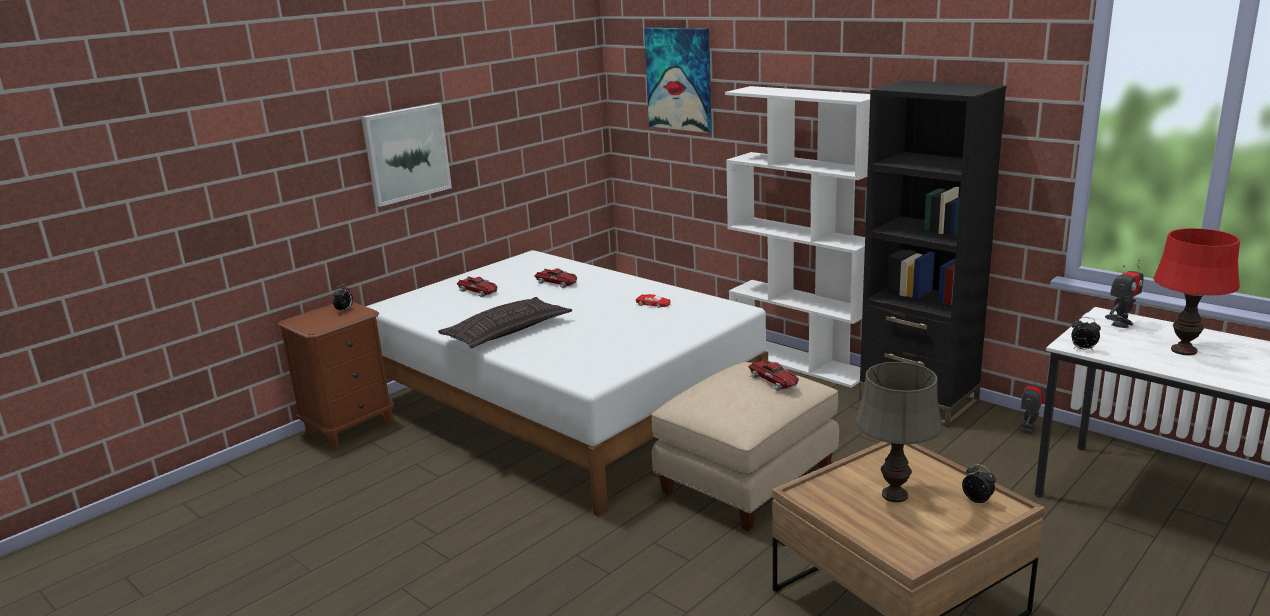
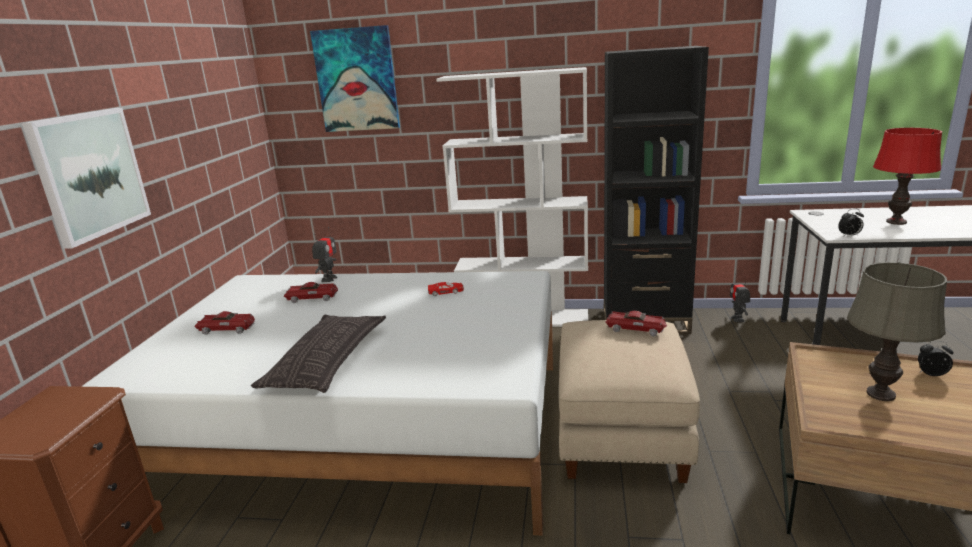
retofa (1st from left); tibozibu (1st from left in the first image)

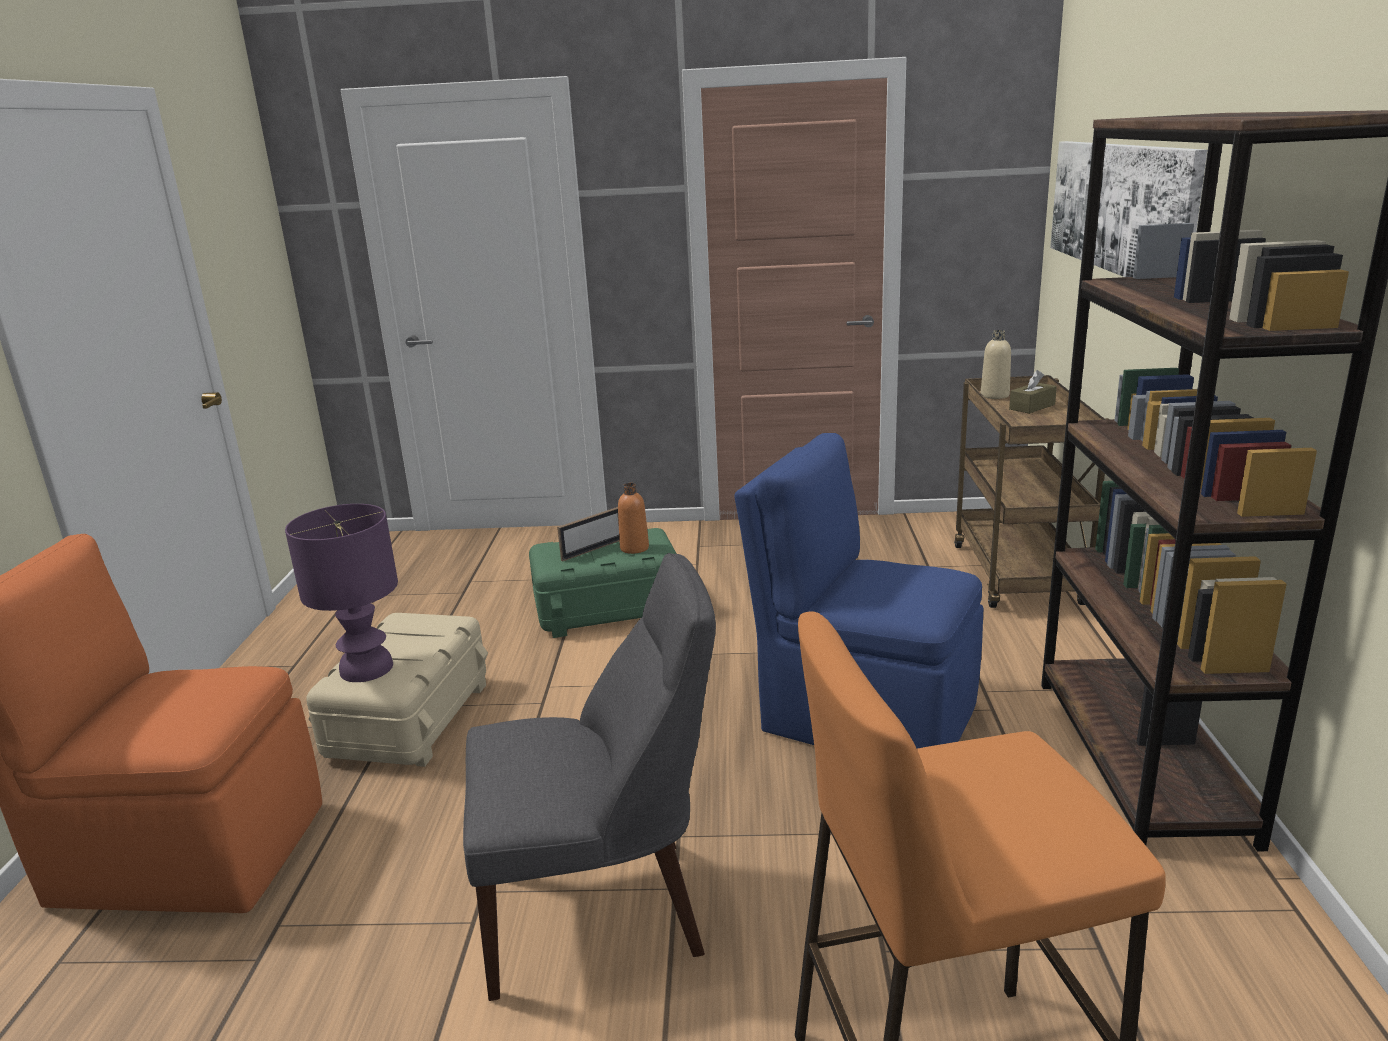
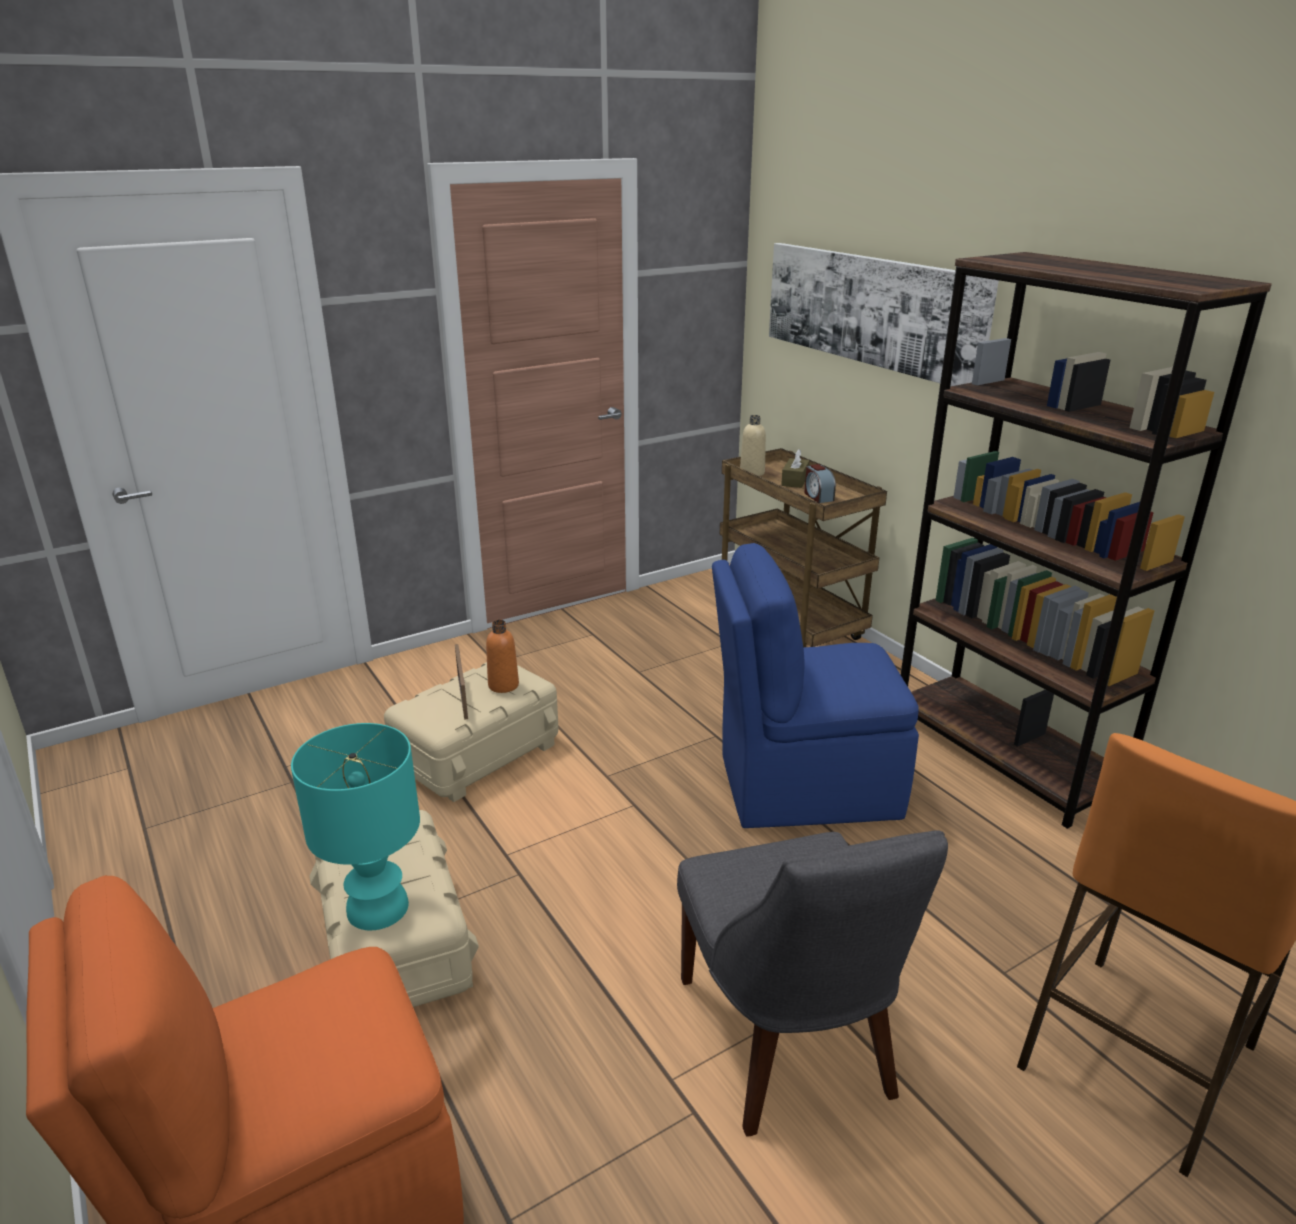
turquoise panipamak; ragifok; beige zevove (2nd from left); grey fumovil; tibozibu

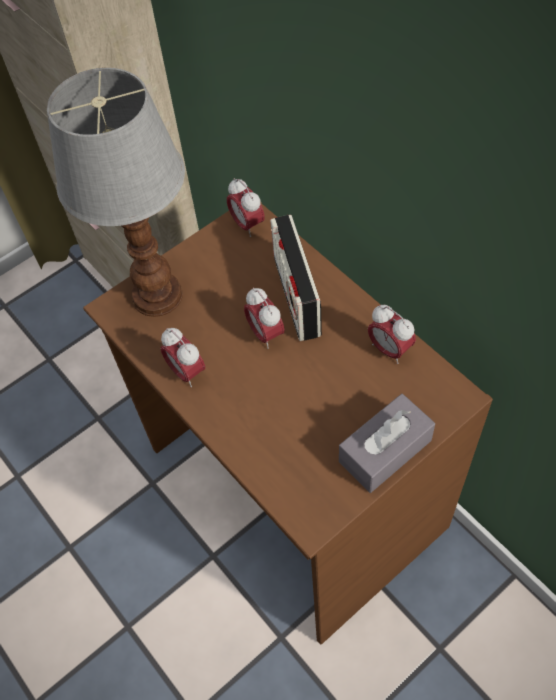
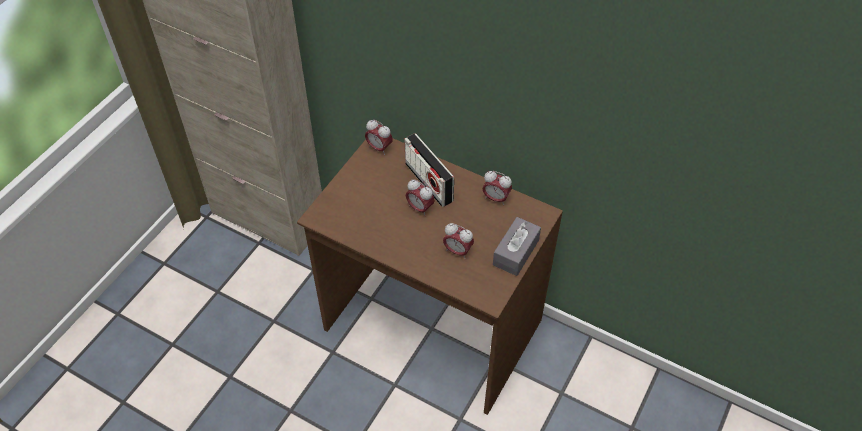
panipamak; tibozibu (3rd from left)

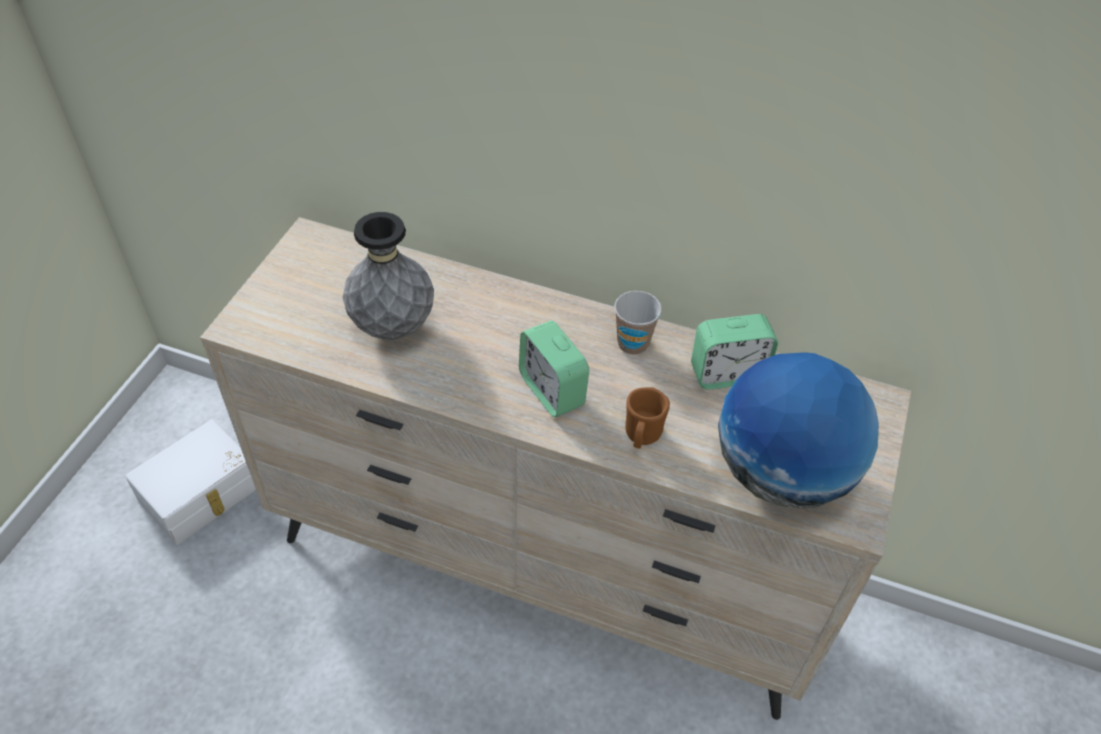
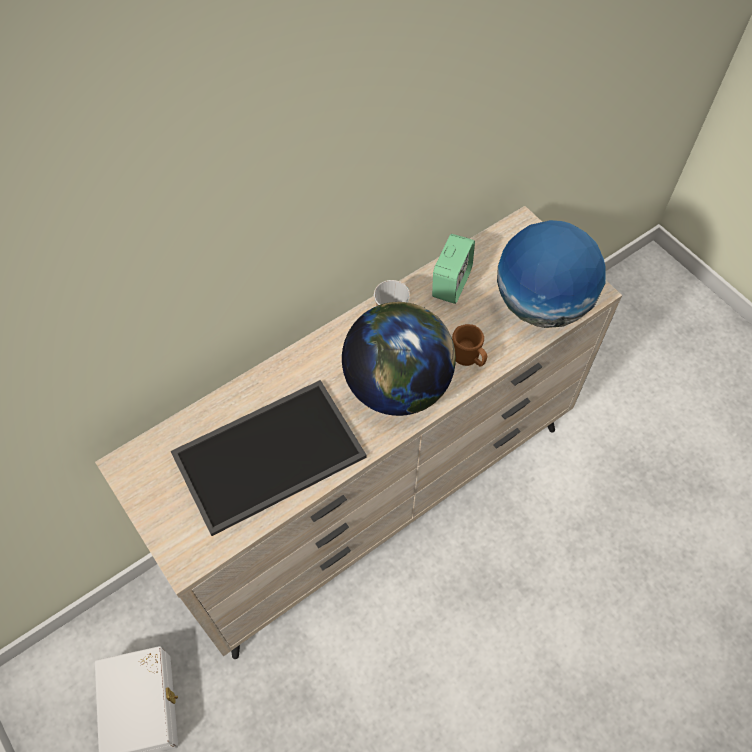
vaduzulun; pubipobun (1st from left)

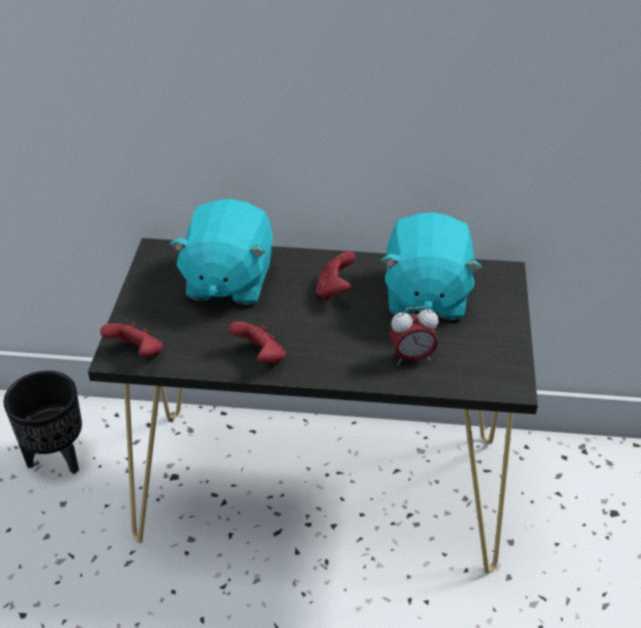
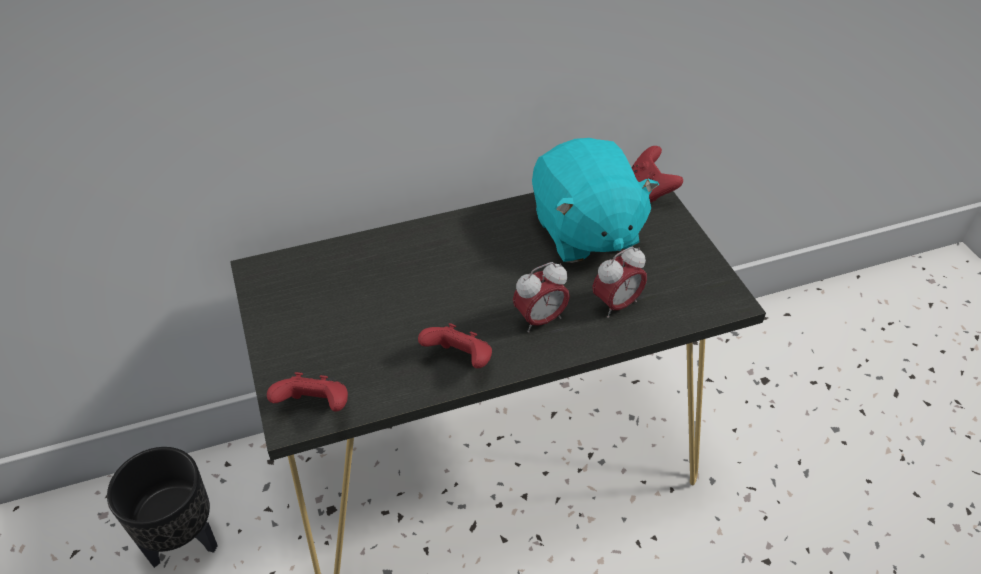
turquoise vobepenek (1st from left in the first image); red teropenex (3rd from left); tibozibu (1st from left)

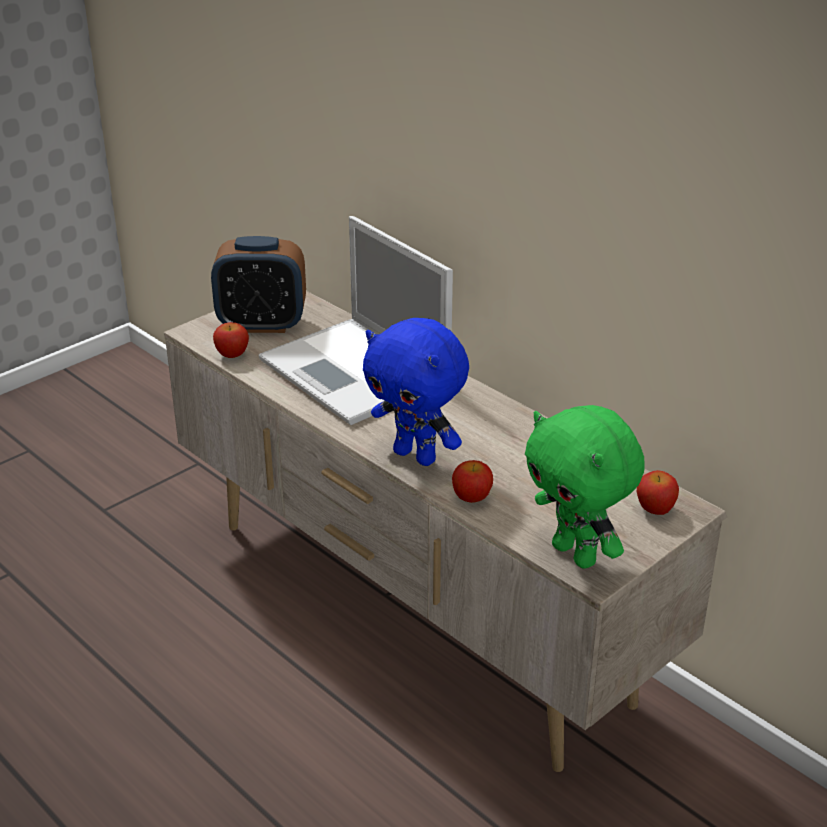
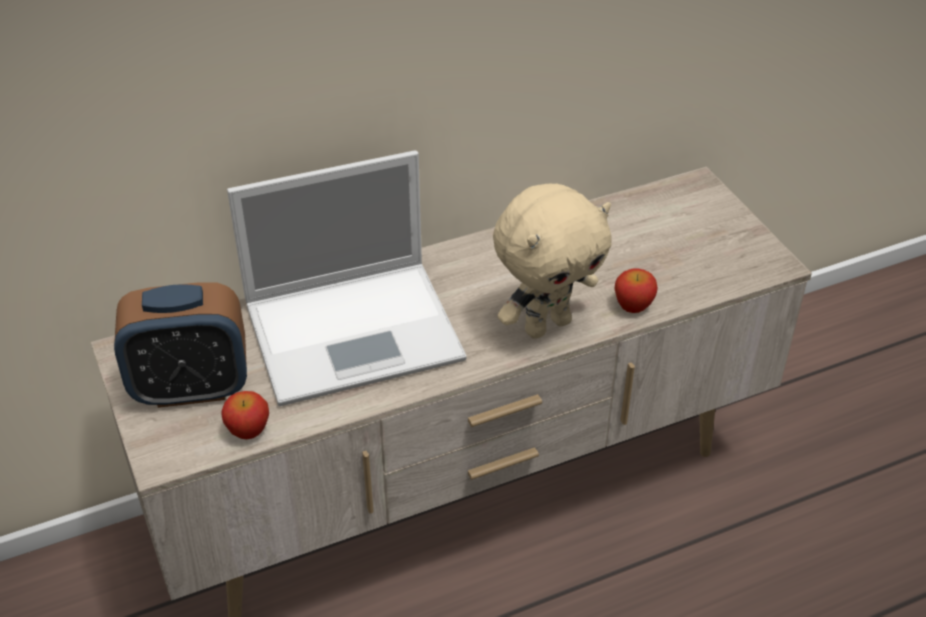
tibozibu; beige vobepenek; green vobepenek; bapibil (3rd from left in the first image)

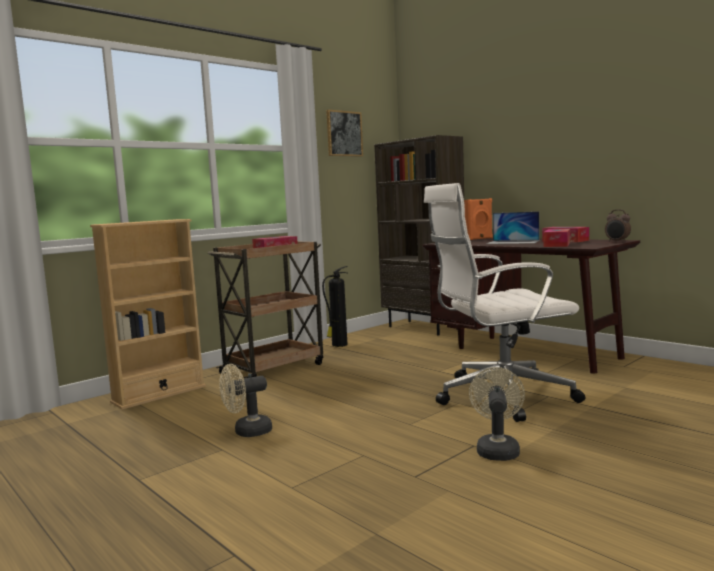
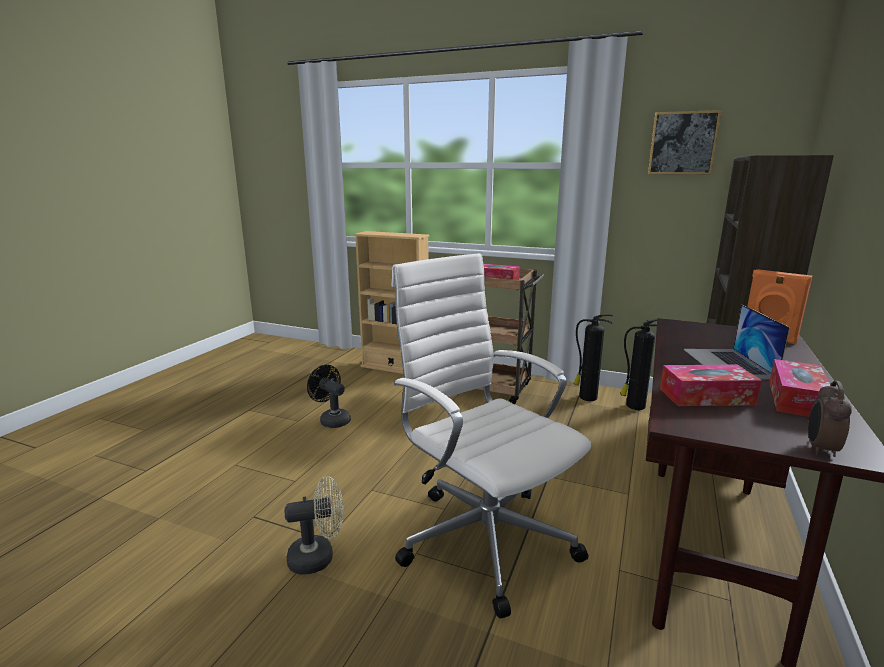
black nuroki; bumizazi (2nd from left)

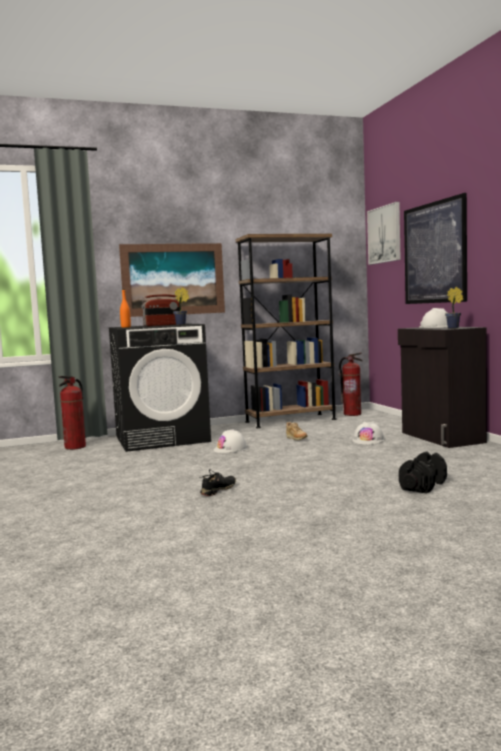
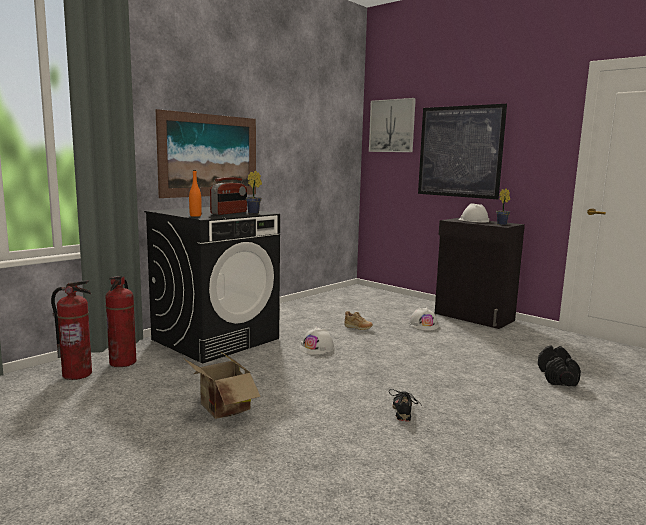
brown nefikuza; bumizazi (1st from left); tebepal

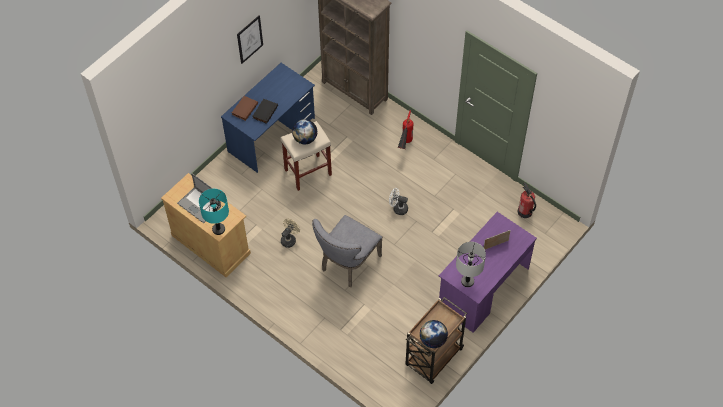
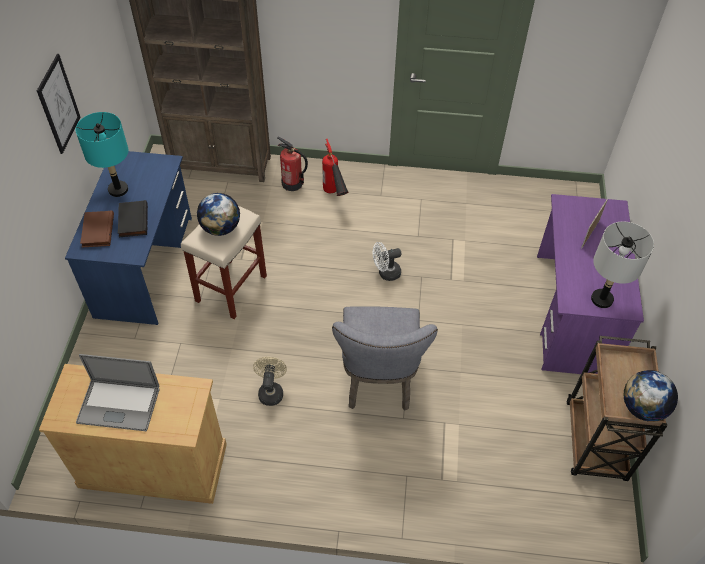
bumizazi (1st from left); turquoise panipamak

